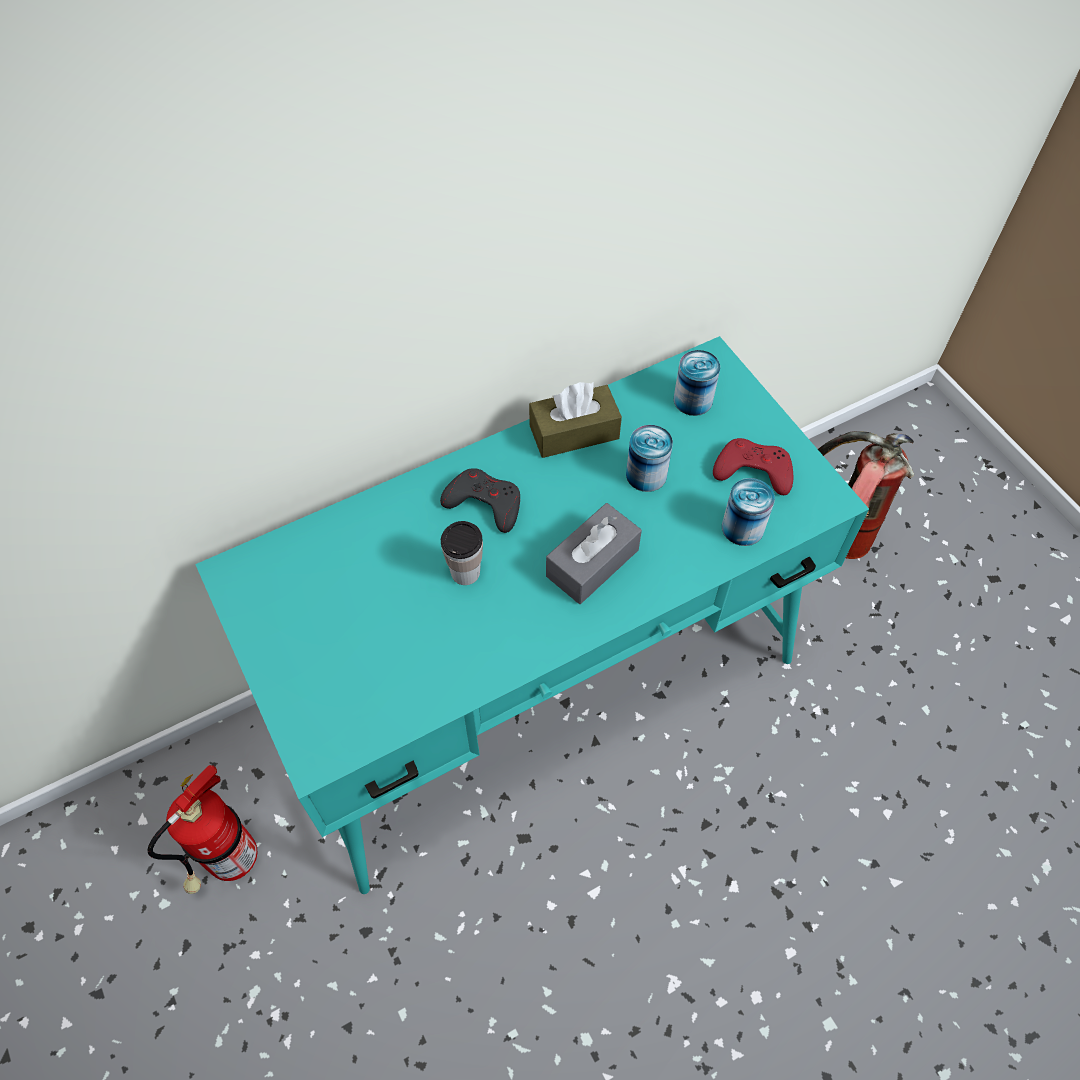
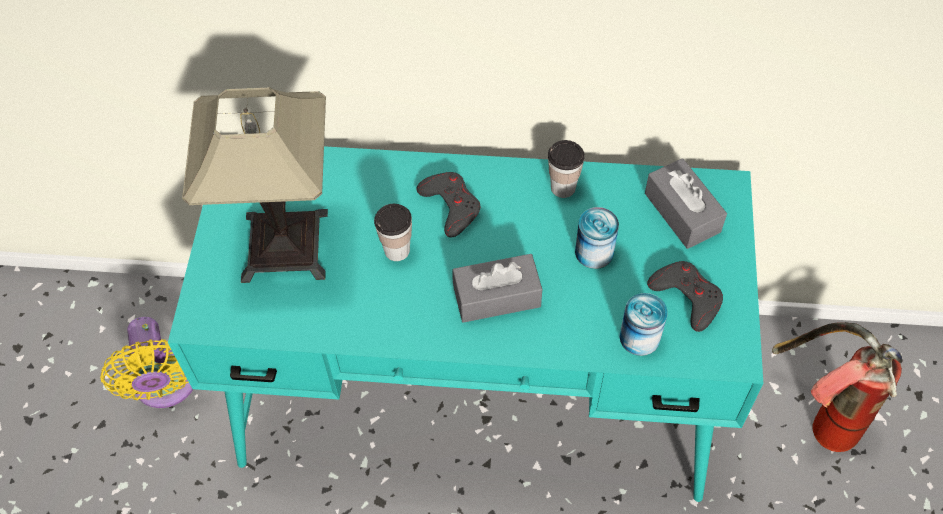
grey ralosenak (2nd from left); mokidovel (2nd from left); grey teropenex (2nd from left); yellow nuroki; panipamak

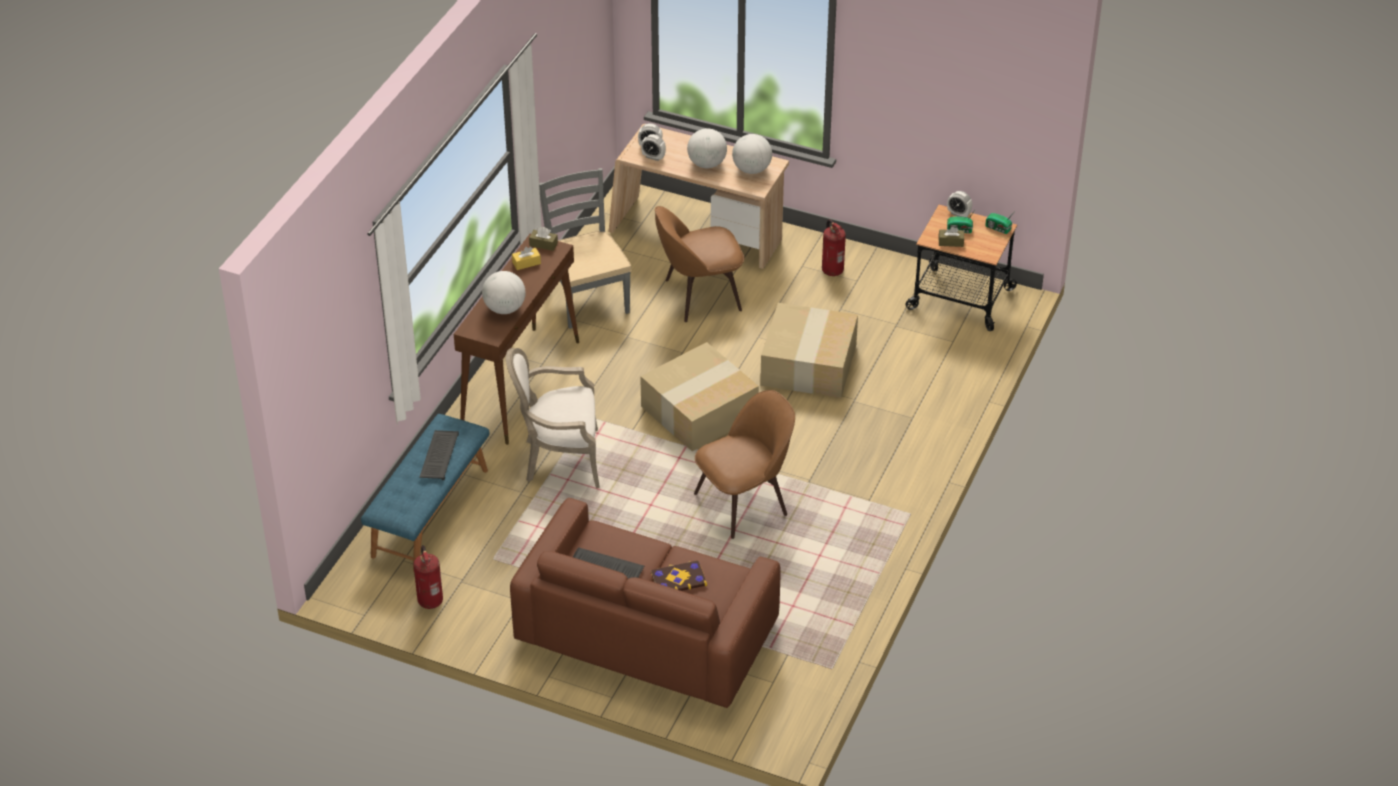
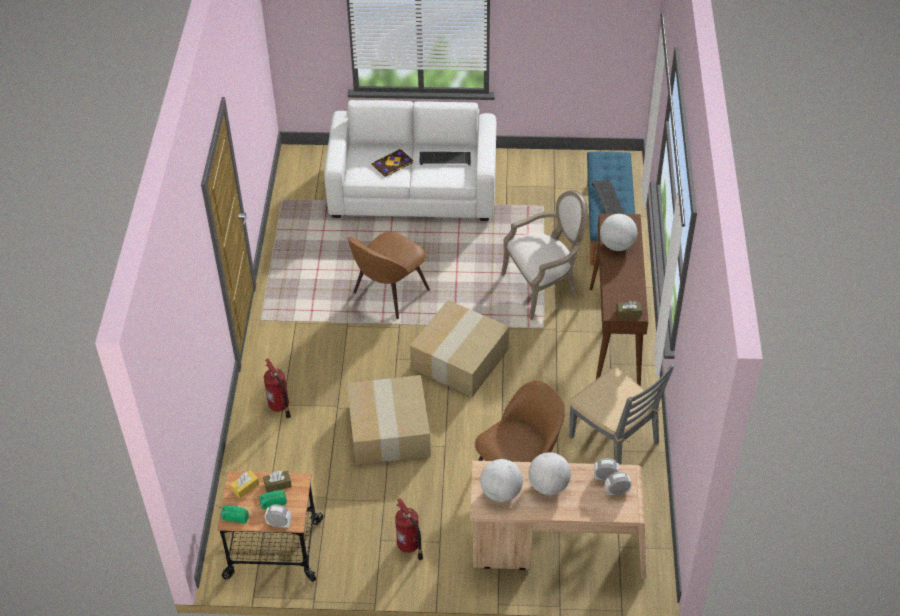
yellow ralosenak; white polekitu; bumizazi (1st from left)

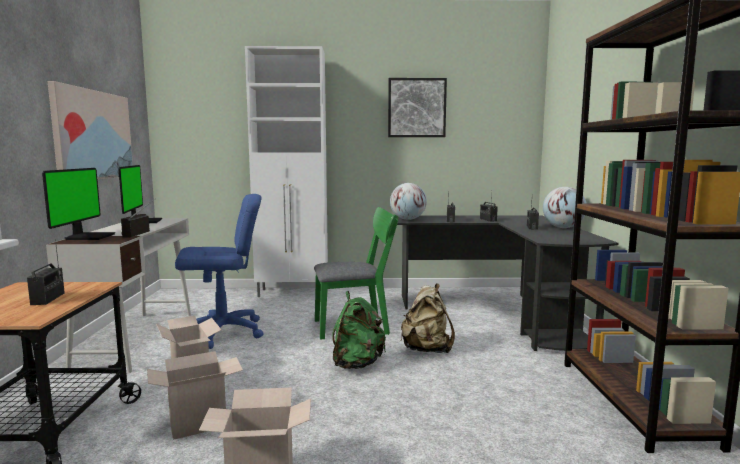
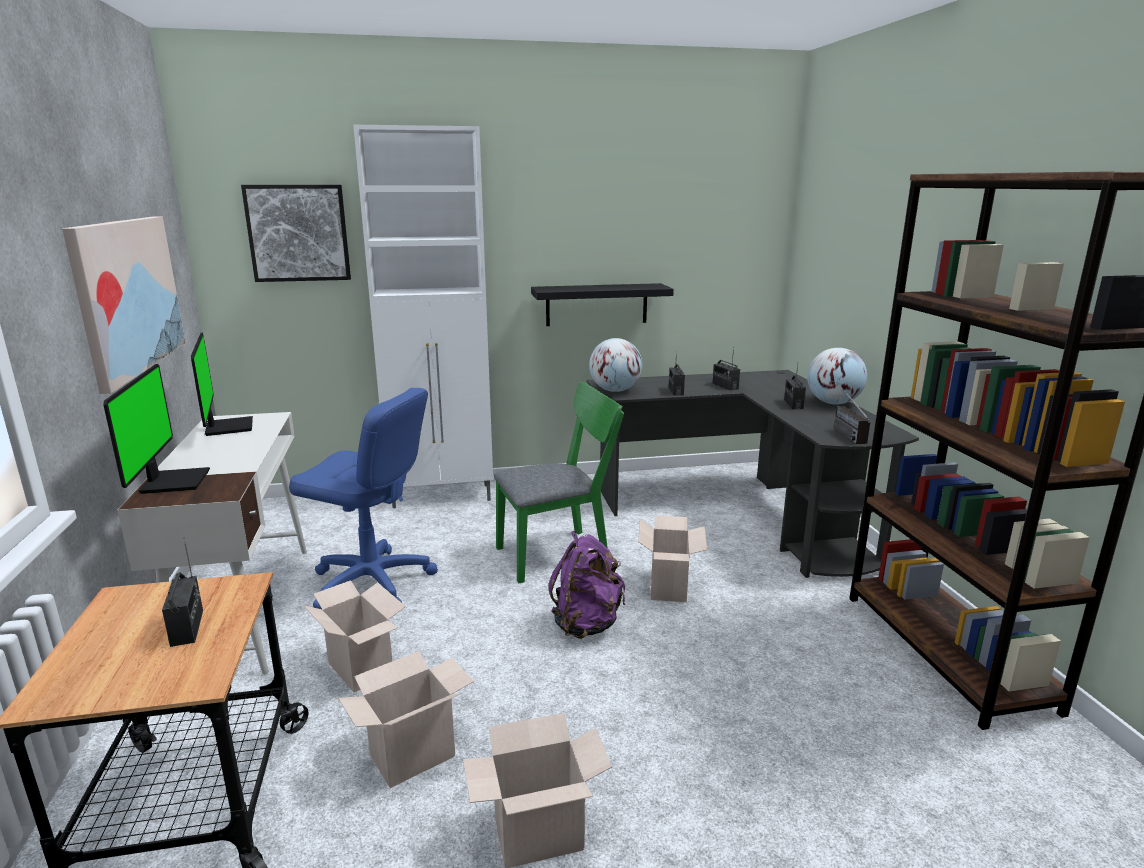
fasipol (2nd from left); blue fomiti; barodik (5th from left); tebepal (4th from left); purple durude; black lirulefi

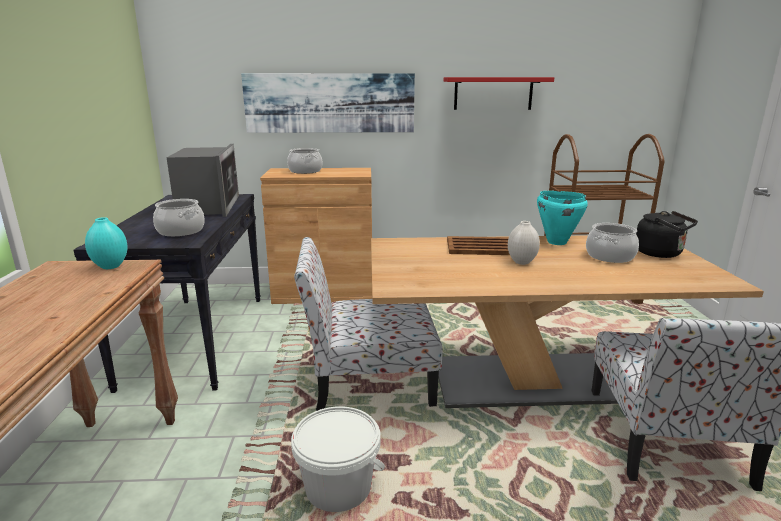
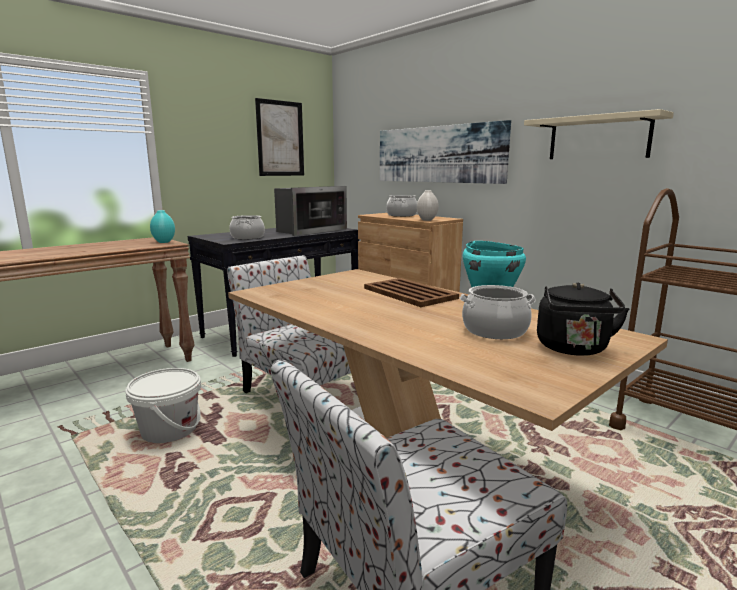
beige lirulefi; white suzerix; fasipol (1st from left)

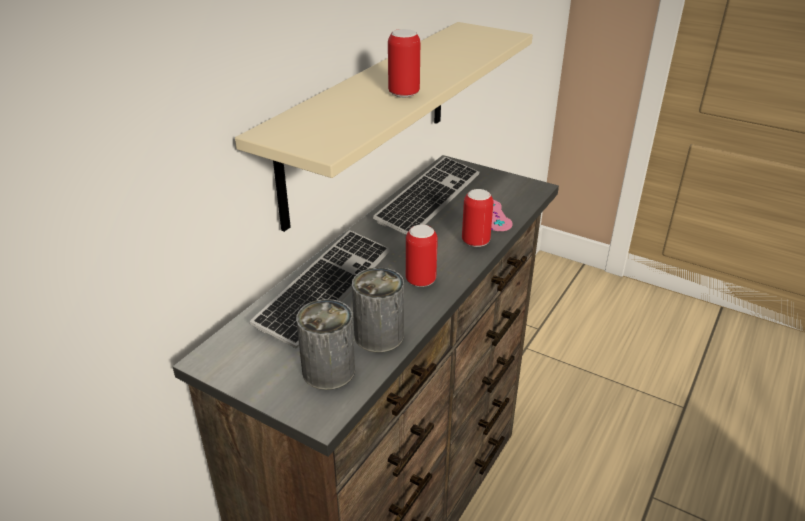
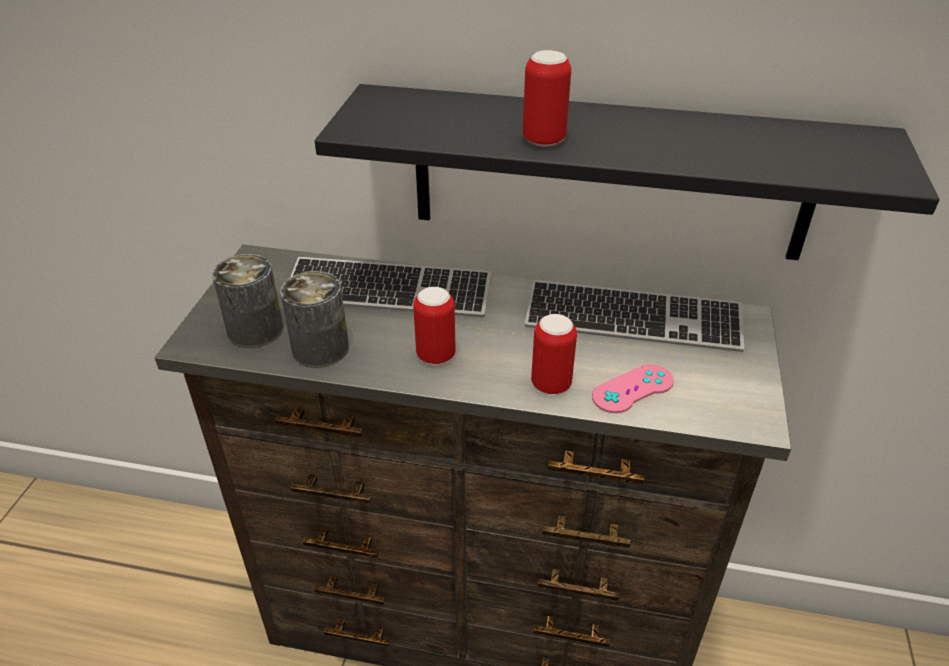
black lirulefi

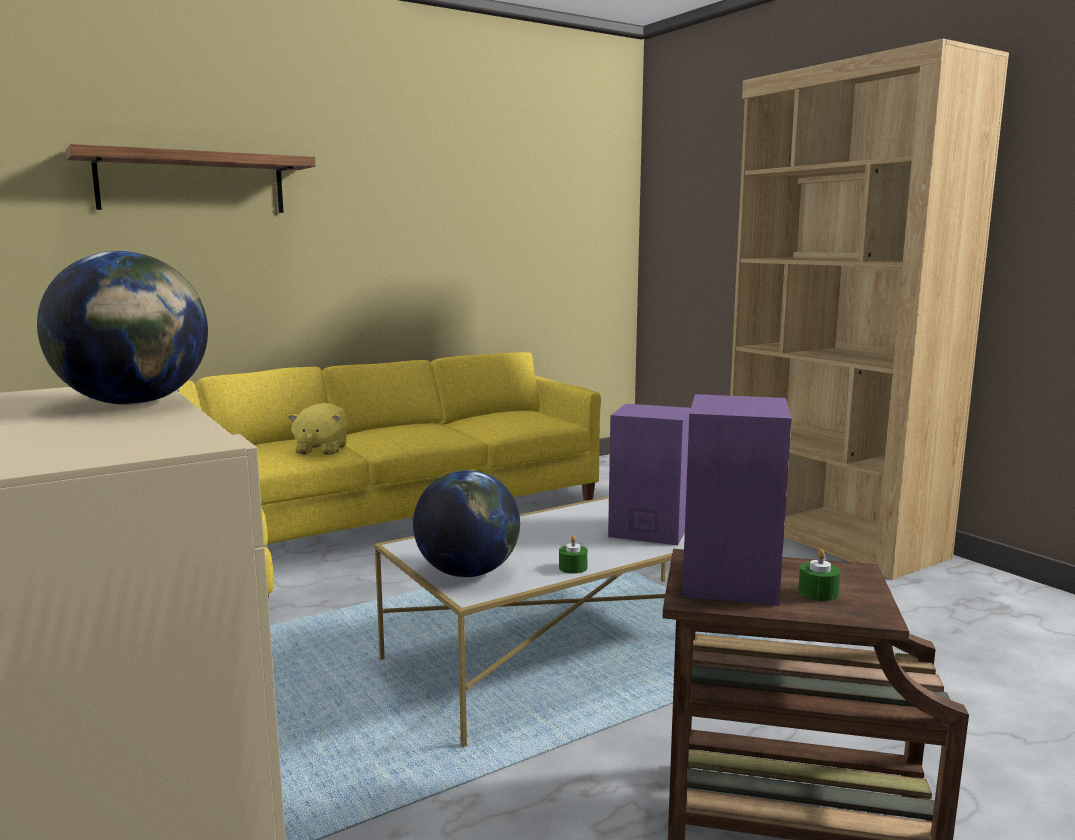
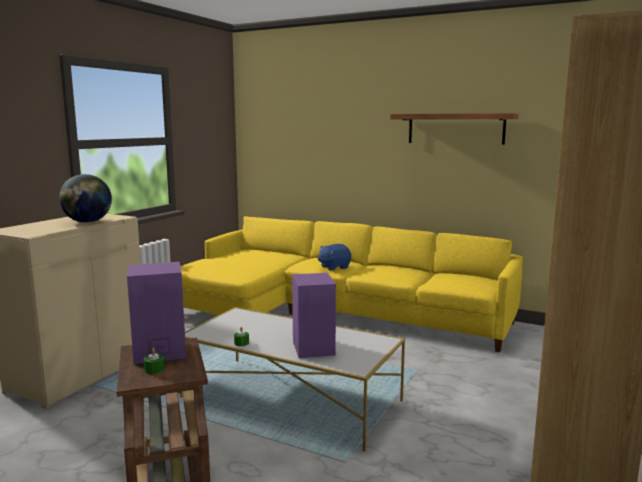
lirulefi; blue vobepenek; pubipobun (2nd from left in the first image)

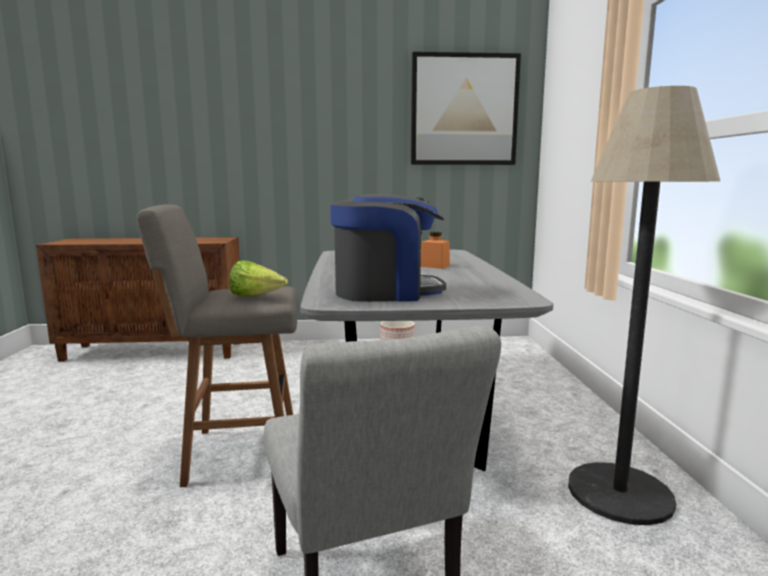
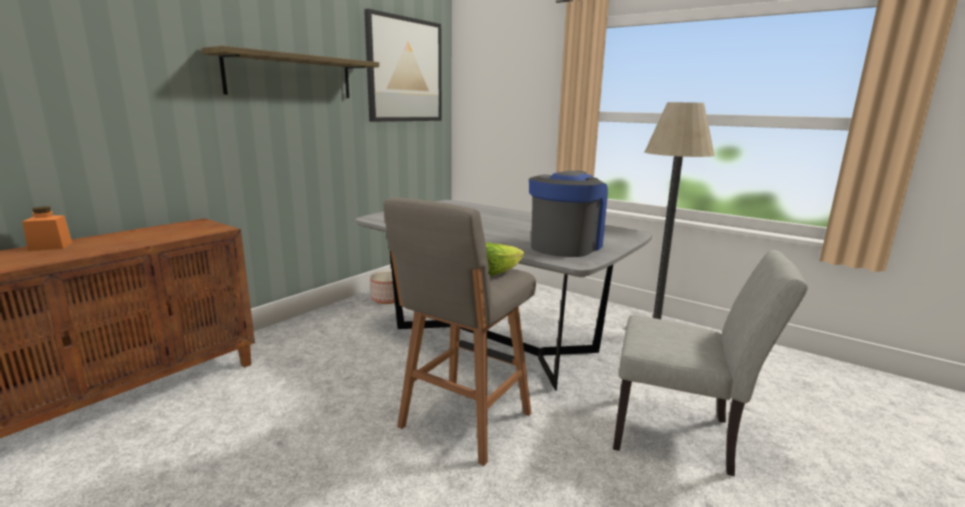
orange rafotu; lirulefi

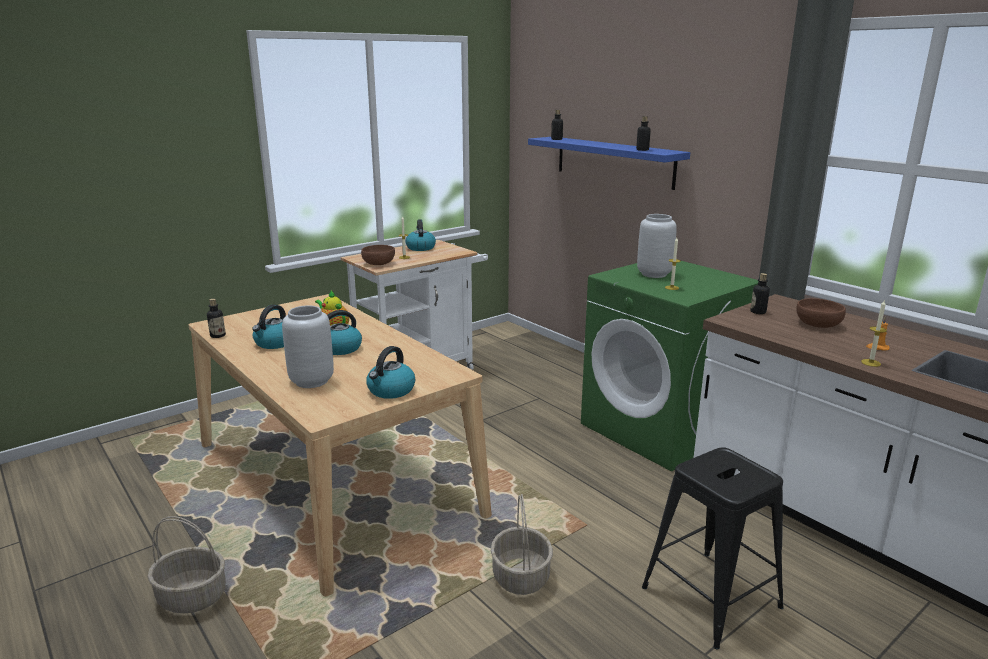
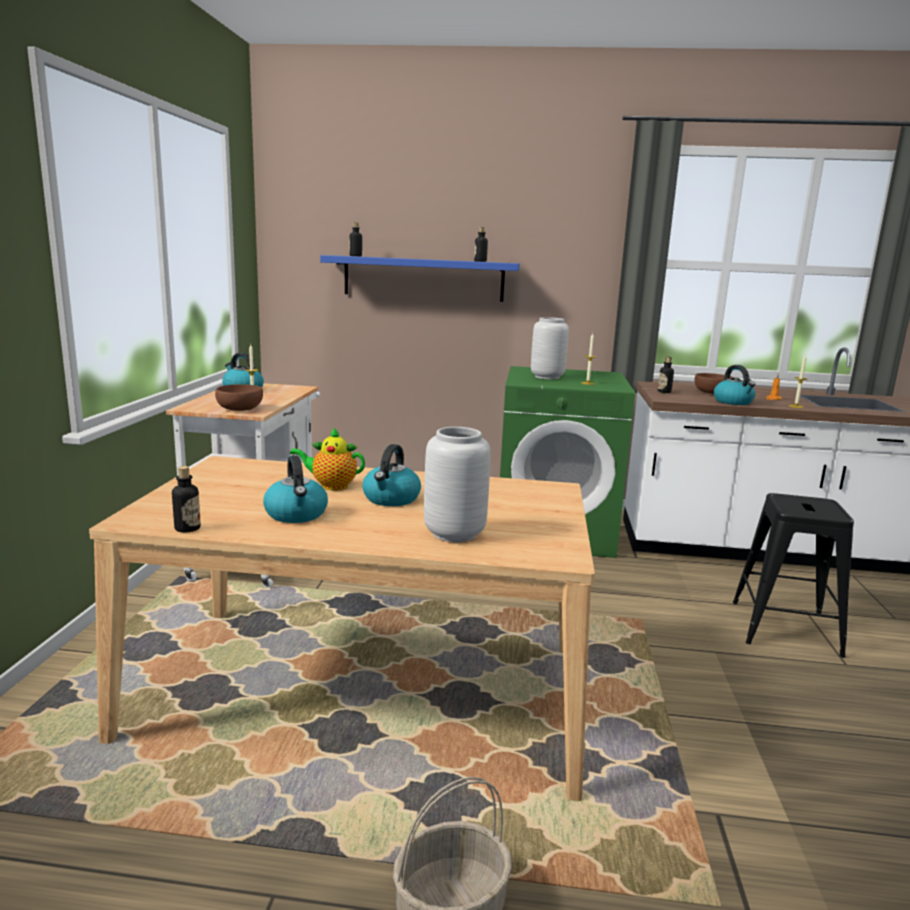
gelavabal (4th from left); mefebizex (2nd from left in the first image)

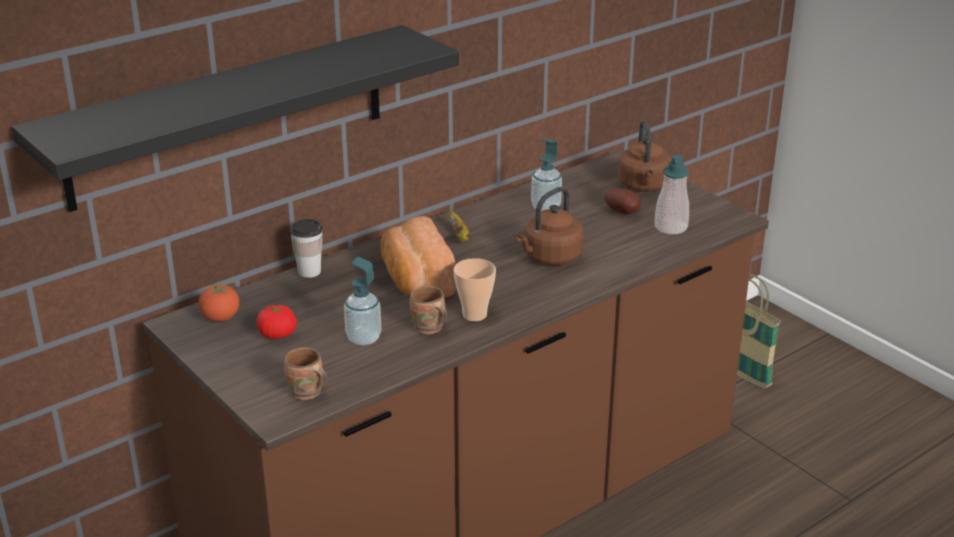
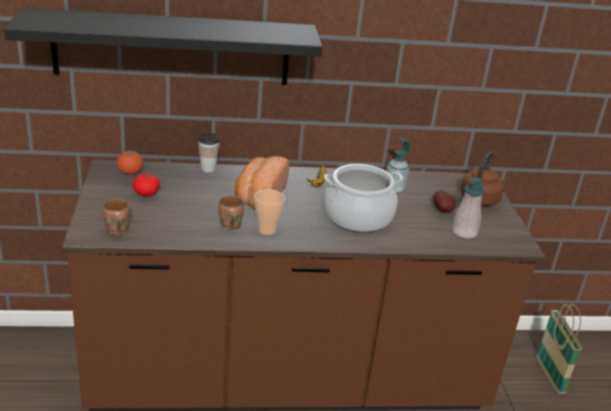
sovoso; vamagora (1st from left in the first image)

